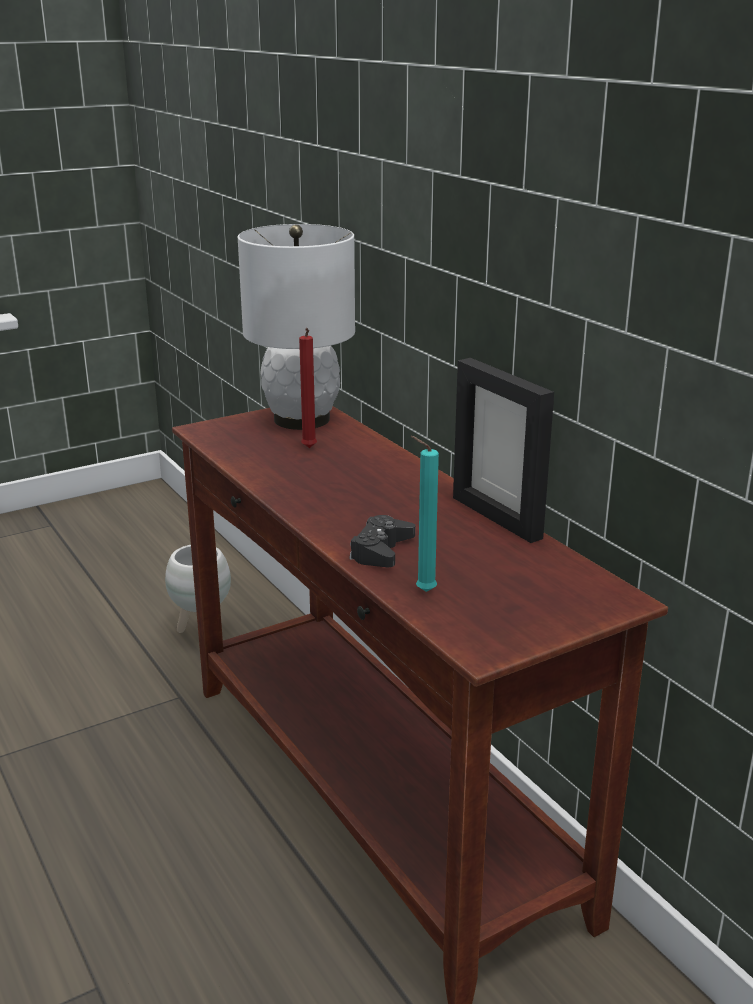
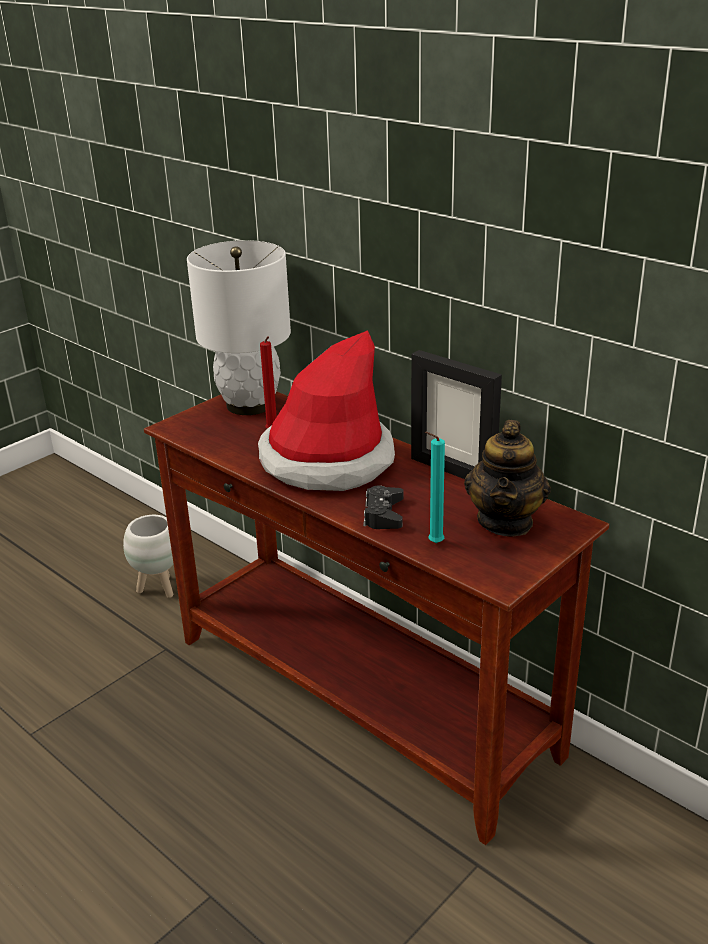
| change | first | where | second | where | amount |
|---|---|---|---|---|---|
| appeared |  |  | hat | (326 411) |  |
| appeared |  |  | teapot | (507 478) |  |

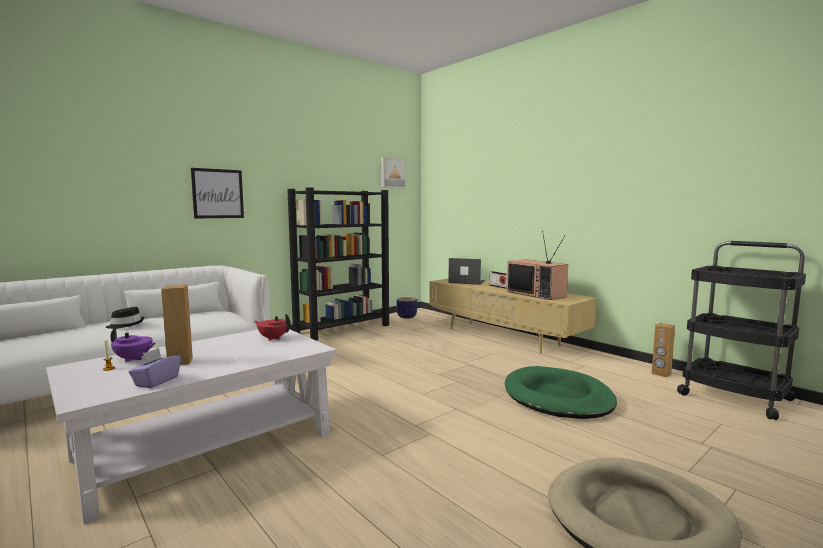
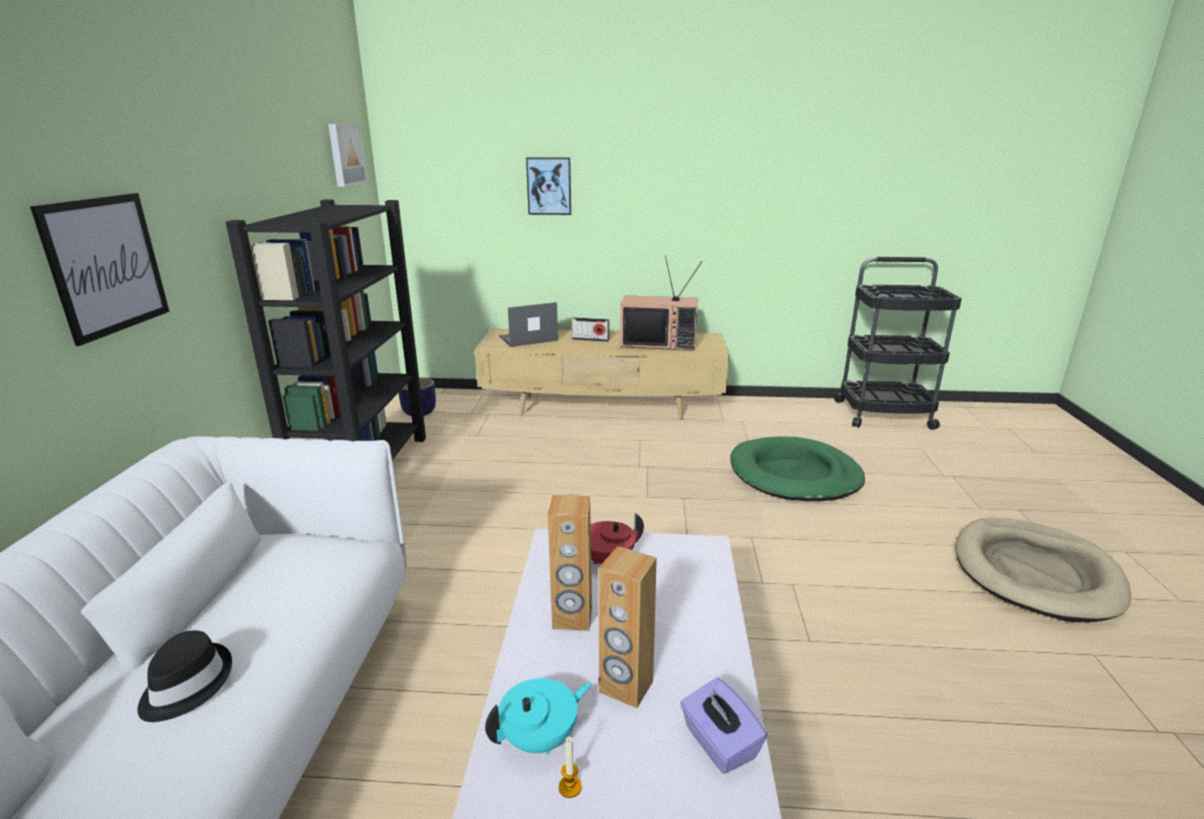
| change | first | where | second | where | amount |
|---|---|---|---|---|---|
| colour | purple teapot | (133 345) | turquoise teapot | (538 716) |  |
| appeared |  |  | picture | (548 186) |  |
| relocated | brown speaker | (663 350) |  | (570 563) |  |

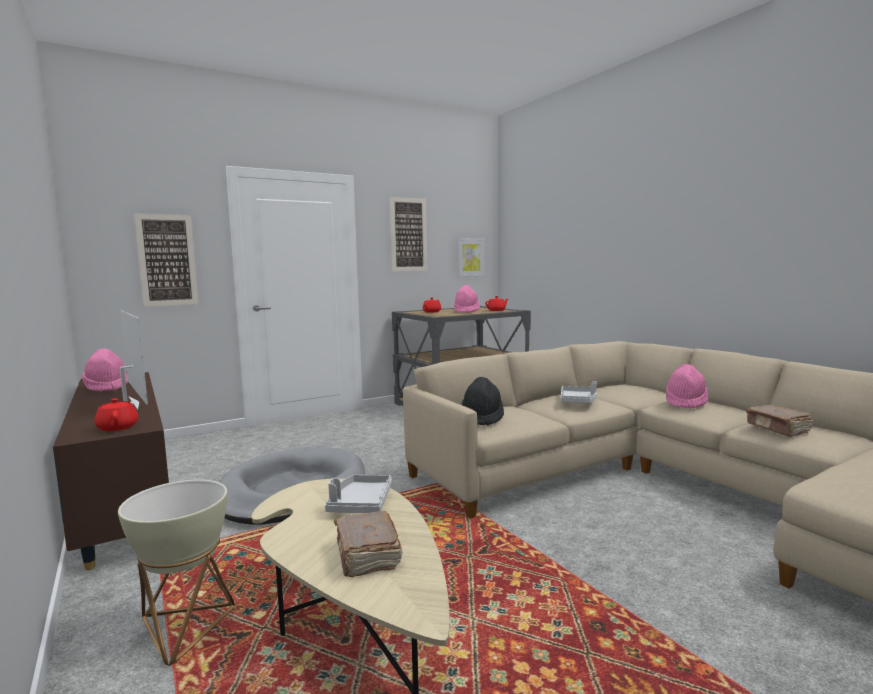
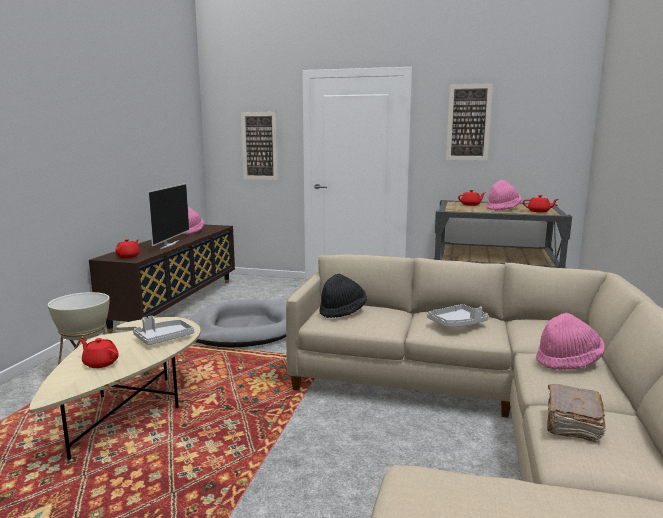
| change | first | where | second | where | amount |
|---|---|---|---|---|---|
| exchanged | brown book | (368 544) | red teapot | (99 353) |  |
| missing | picture | (471 257) |  |  |  |

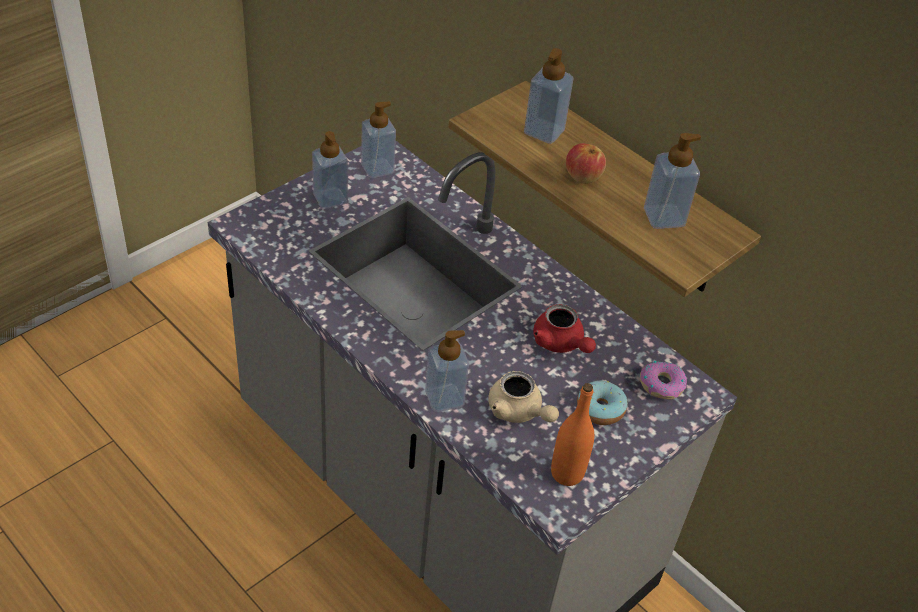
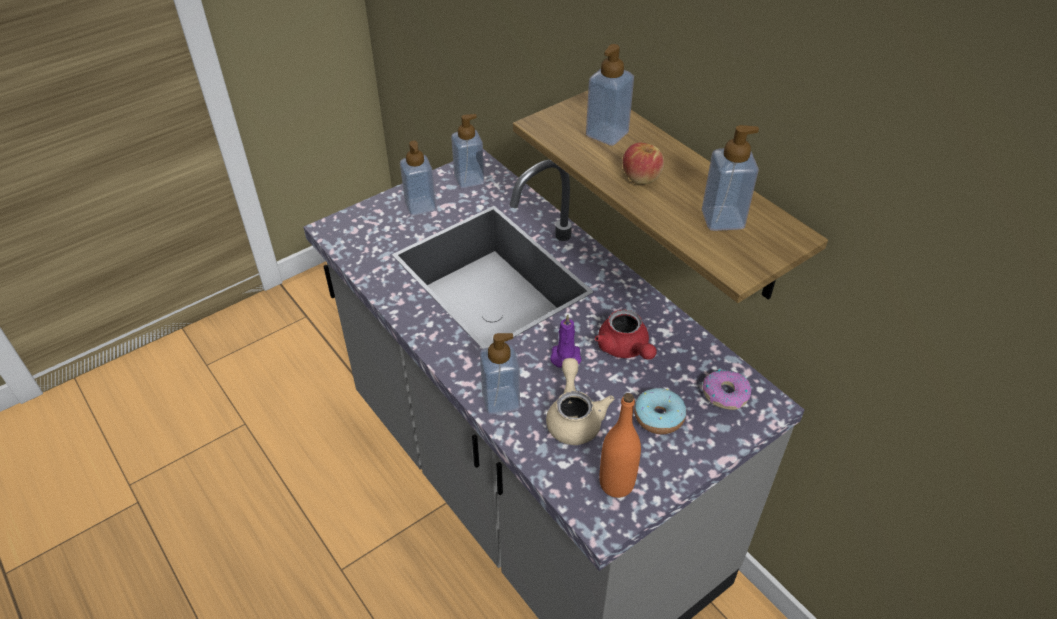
| change | first | where | second | where | amount |
|---|---|---|---|---|---|
| spun | beige teapot | (523 397) |  | (580 401) | 150 degrees counterclockwise |
| appeared |  |  | purple candle | (565 340) |  |

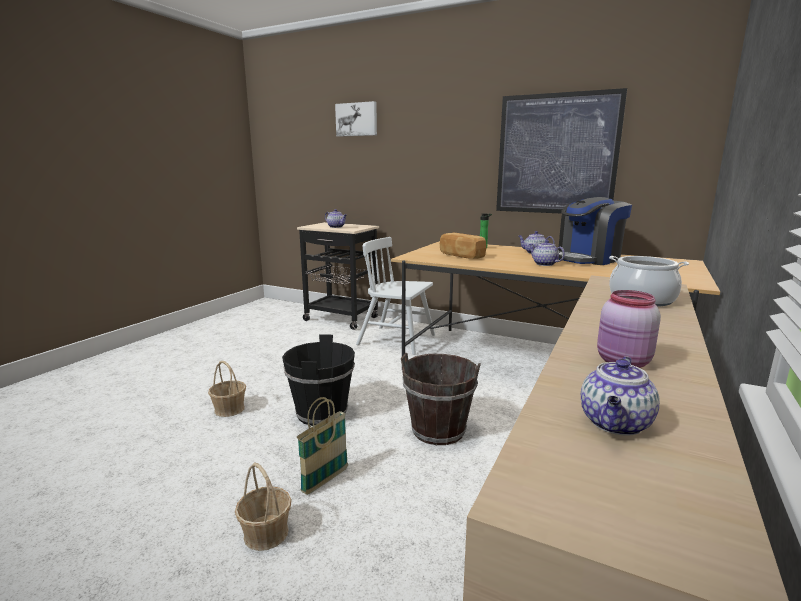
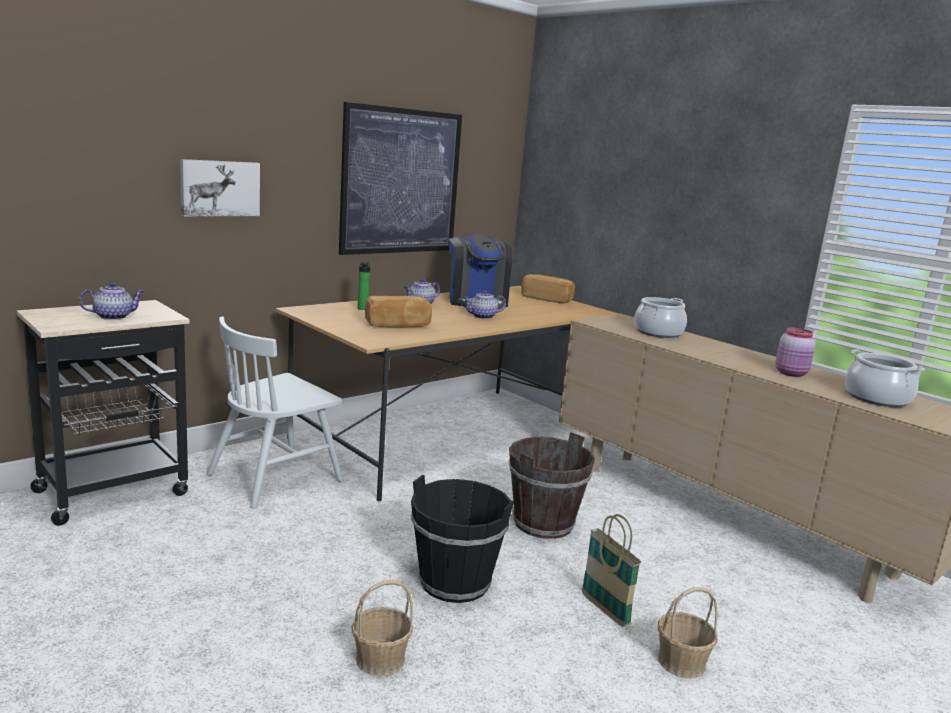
| change | first | where | second | where | amount |
|---|---|---|---|---|---|
| relocated | picture | (356 119) |  | (220 188) |  |
| appeared |  |  | bread | (548 289) |  |
| exchanged | teapot | (620 396) | cooking pot | (885 378) |  |

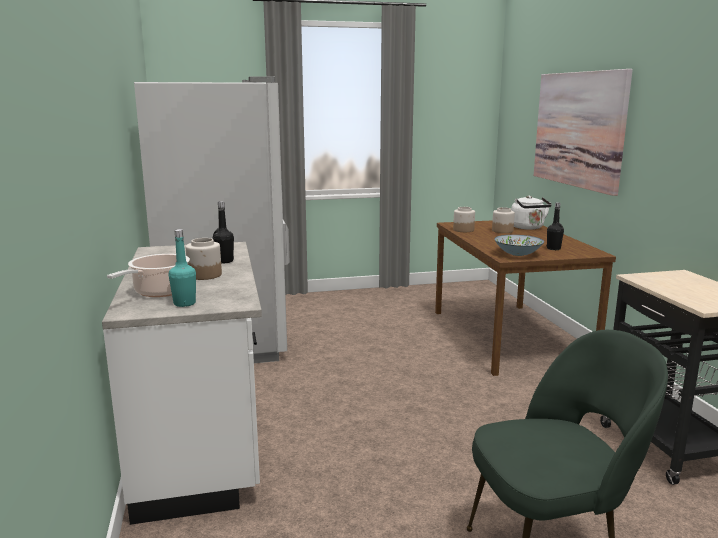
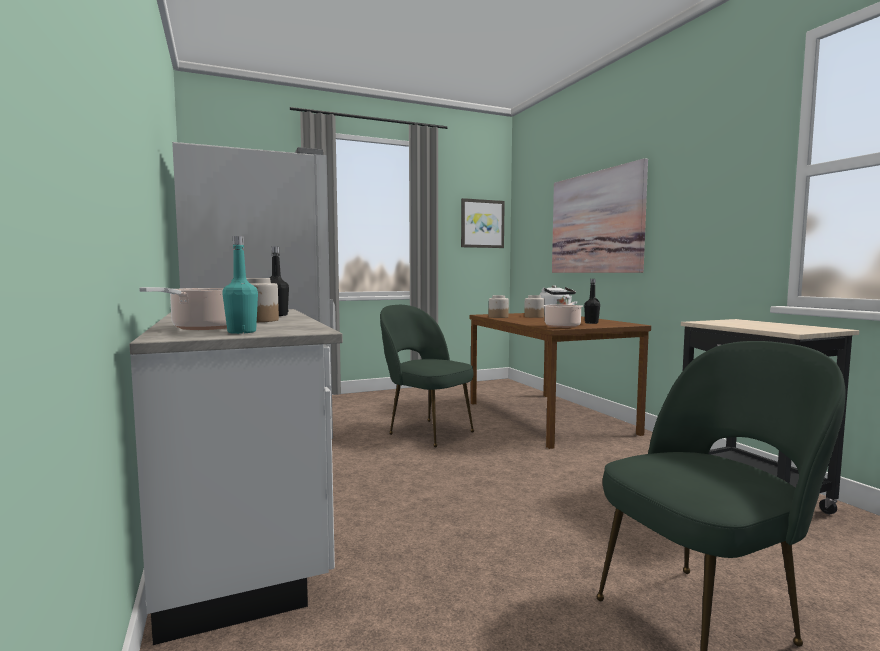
| change | first | where | second | where | amount |
|---|---|---|---|---|---|
| appeared |  |  | green chair | (427 376) |  |
| appeared |  |  | picture | (483 223) |  |
| exchanged | bowl | (519 245) | cooking pot | (563 315) |  |

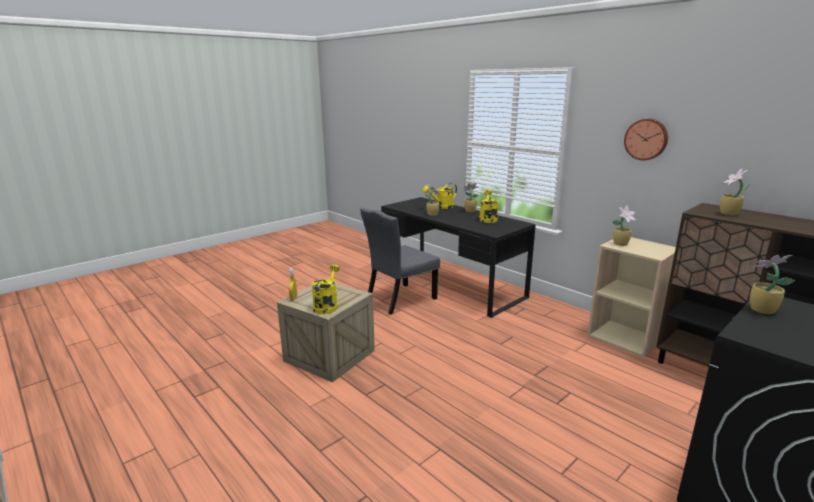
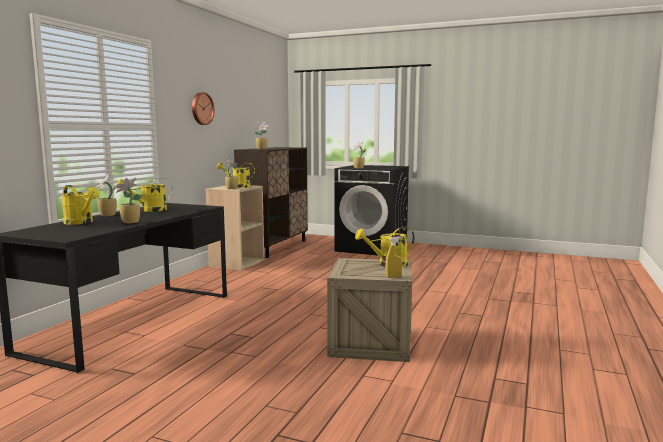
| change | first | where | second | where | amount |
|---|---|---|---|---|---|
| appeared |  |  | yellow watering can | (236 175) |  |
| missing | grey chair | (400 261) |  |  |  |

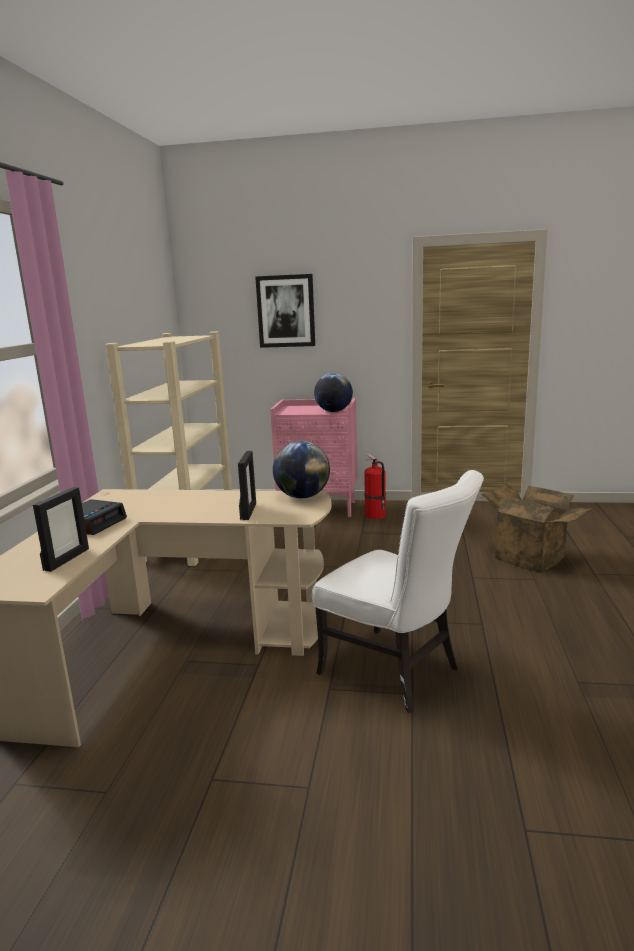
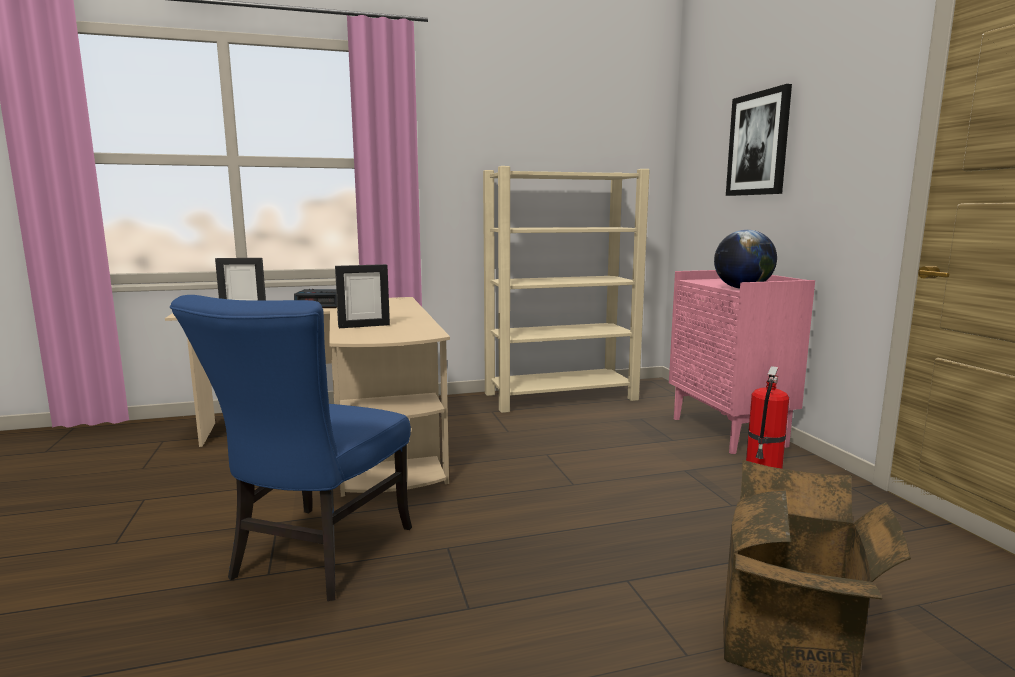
| change | first | where | second | where | amount |
|---|---|---|---|---|---|
| colour | white chair | (398 591) | blue chair | (291 448) |  |
| missing | globe | (301 469) |  |  |  |

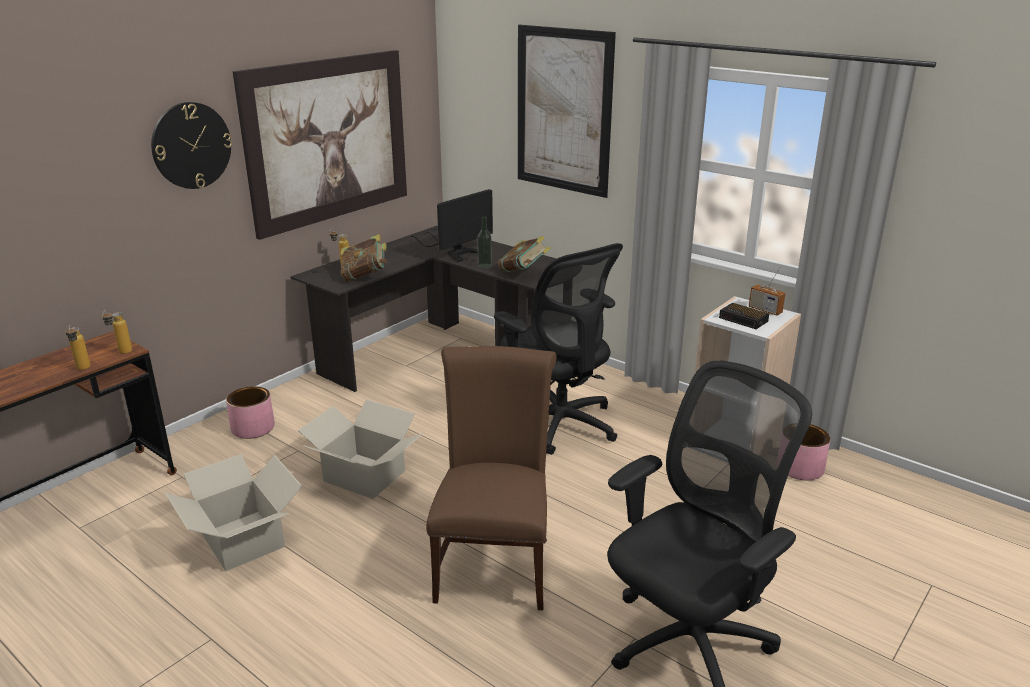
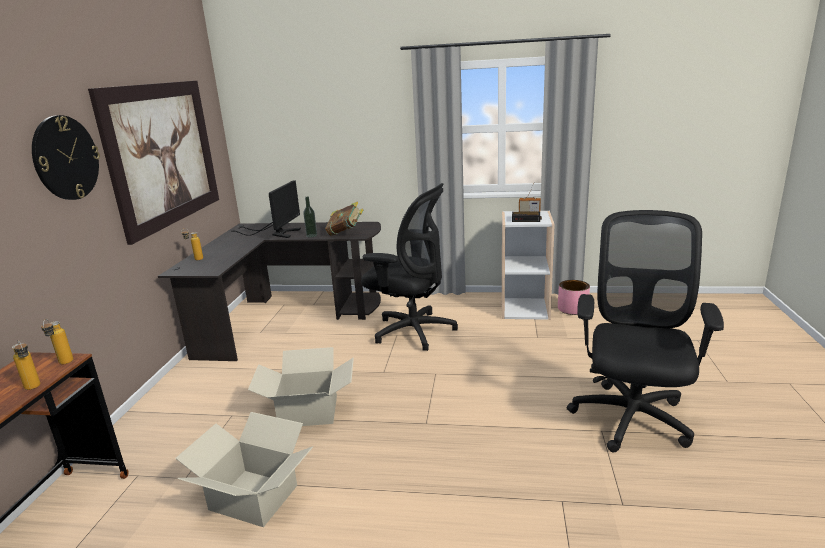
| change | first | where | second | where | amount |
|---|---|---|---|---|---|
| missing | pink planter | (250 412) |  |  |  |
| missing | book | (364 258) |  |  |  |
| missing | brown chair | (491 478) |  |  |  |
| missing | picture | (567 111) |  |  |  |

